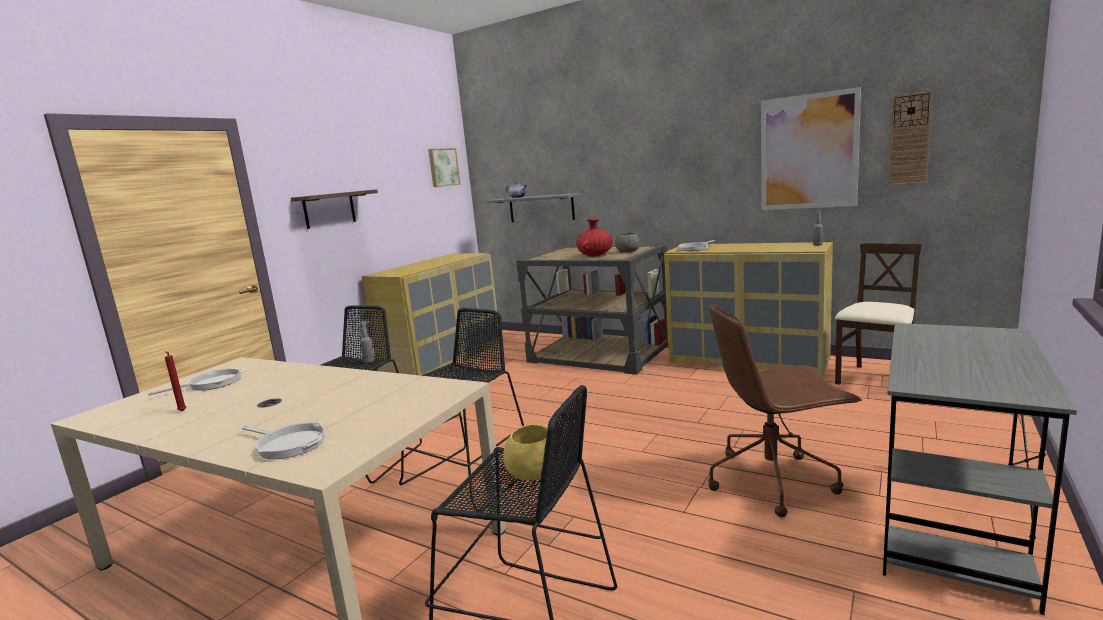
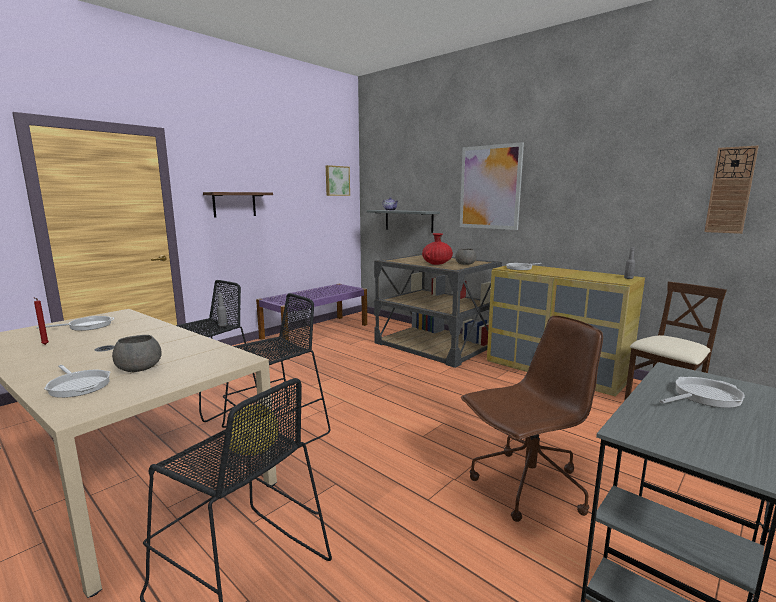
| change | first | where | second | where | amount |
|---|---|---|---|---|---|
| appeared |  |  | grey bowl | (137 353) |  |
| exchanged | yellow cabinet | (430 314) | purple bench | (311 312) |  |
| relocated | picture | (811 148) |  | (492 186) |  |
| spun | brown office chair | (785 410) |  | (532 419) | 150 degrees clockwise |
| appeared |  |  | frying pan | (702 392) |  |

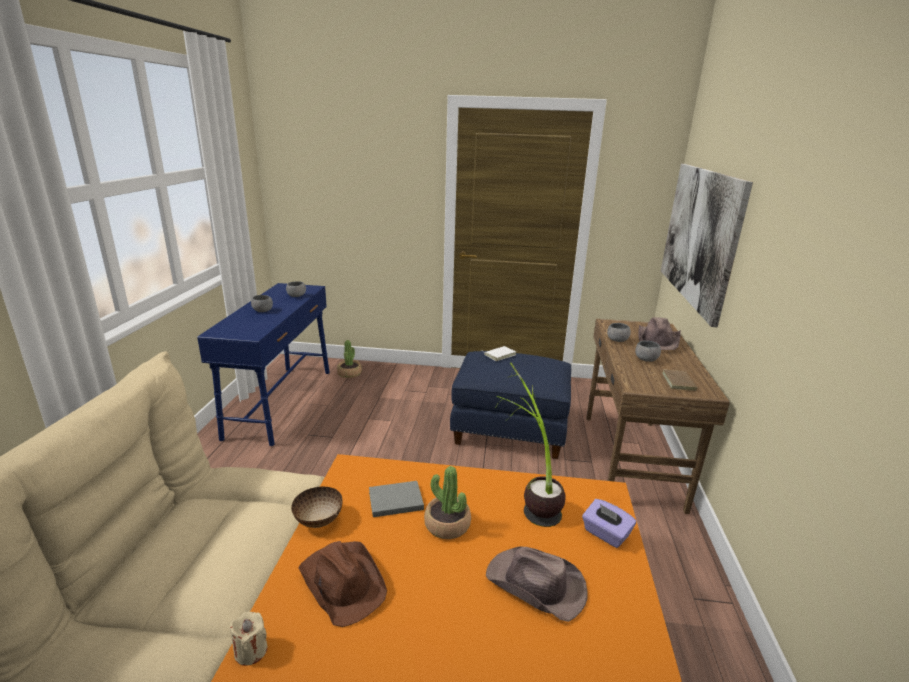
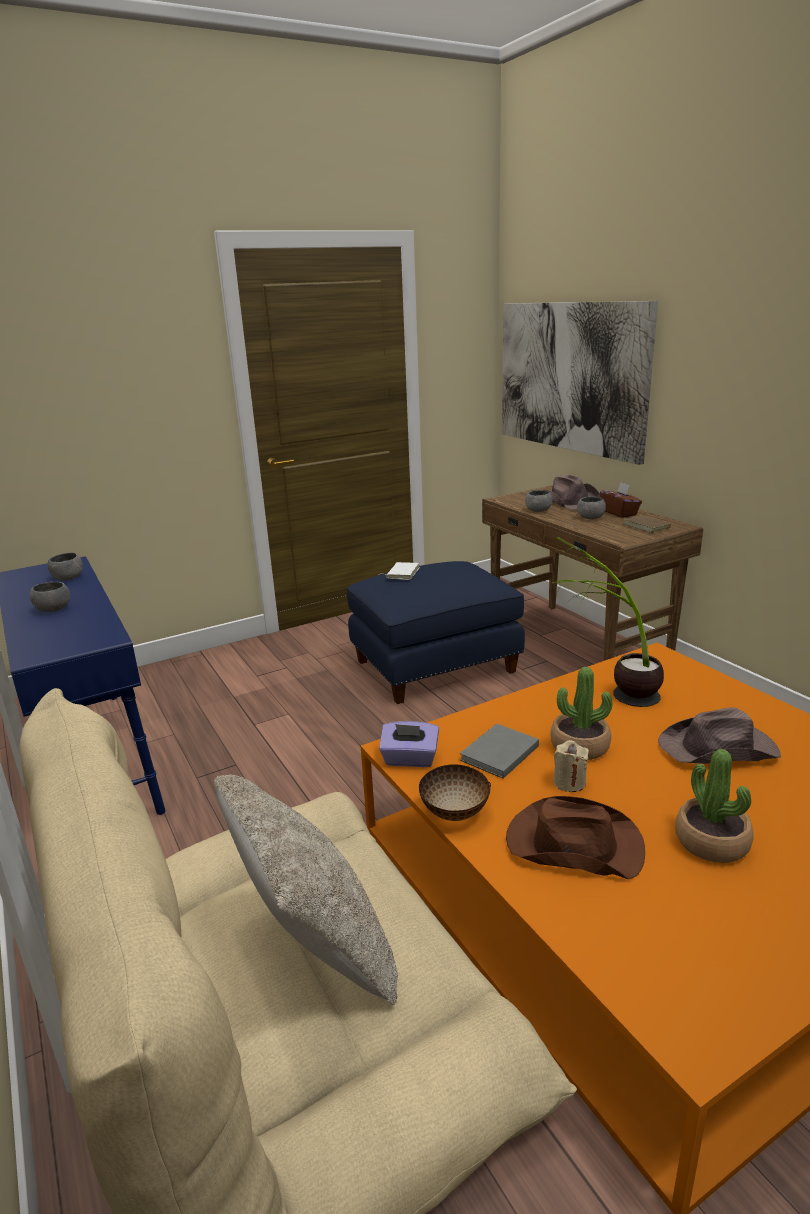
| change | first | where | second | where | amount |
|---|---|---|---|---|---|
| appeared |  |  | beige pillow | (306 889) |  |
| relocated | purple tissue box | (609 523) |  | (409 744) |  |
| relocated | beige candle | (248 638) |  | (571 766) |  |
| appeared |  |  | brown tissue box | (621 500) |  |
| relocated | potted plant | (349 359) |  | (714 806) |  |

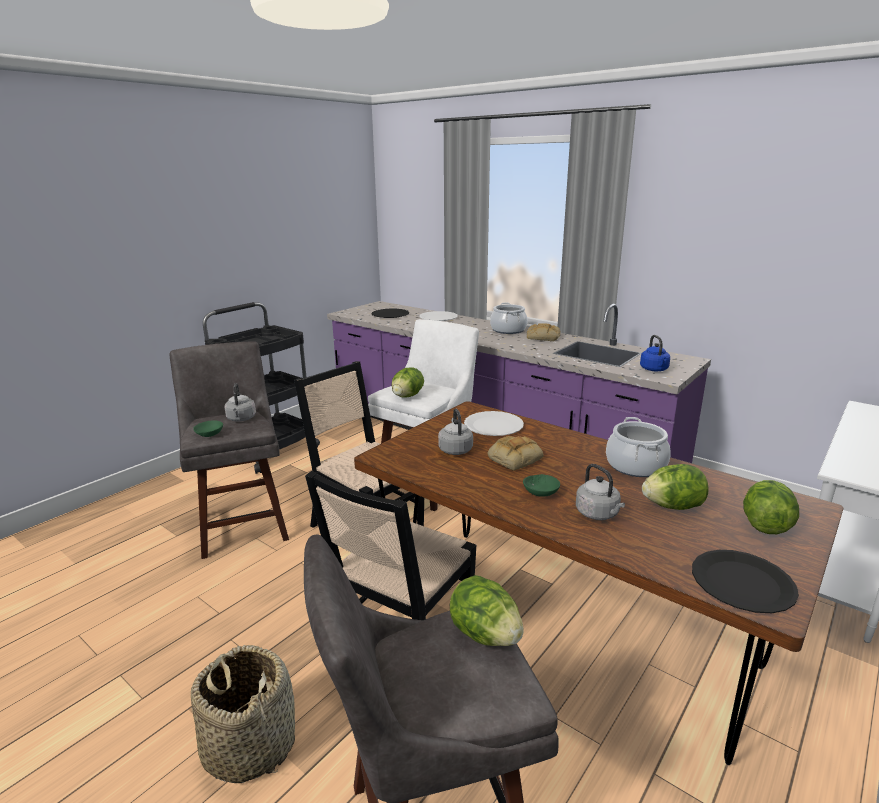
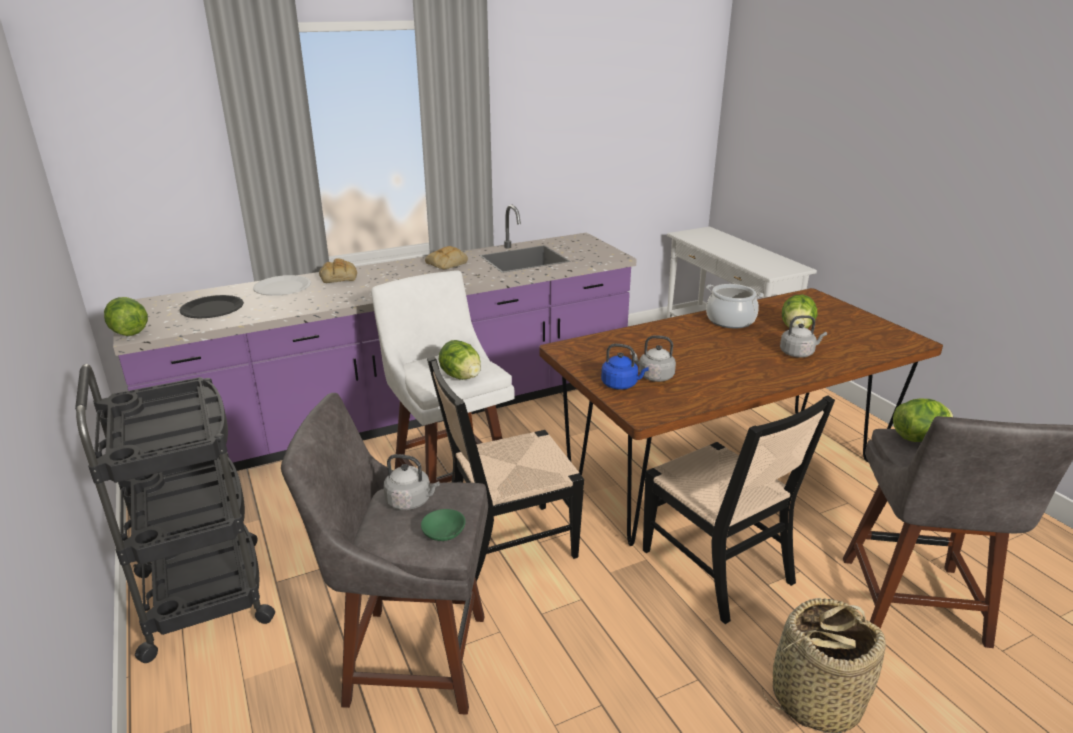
| change | first | where | second | where | amount |
|---|---|---|---|---|---|
| relocated | lettuce | (771 507) |  | (126 316) |  |
| relocated | bread | (515 453) |  | (338 271) |  |
| relocated | blue kettle | (655 353) |  | (625 367) |  |
| missing | white plate | (494 423) |  |  |  |
| missing | cooking pot | (509 318) |  |  |  |
| missing | green bowl | (541 485) |  |  |  |
| missing | black plate | (745 581) |  |  |  |

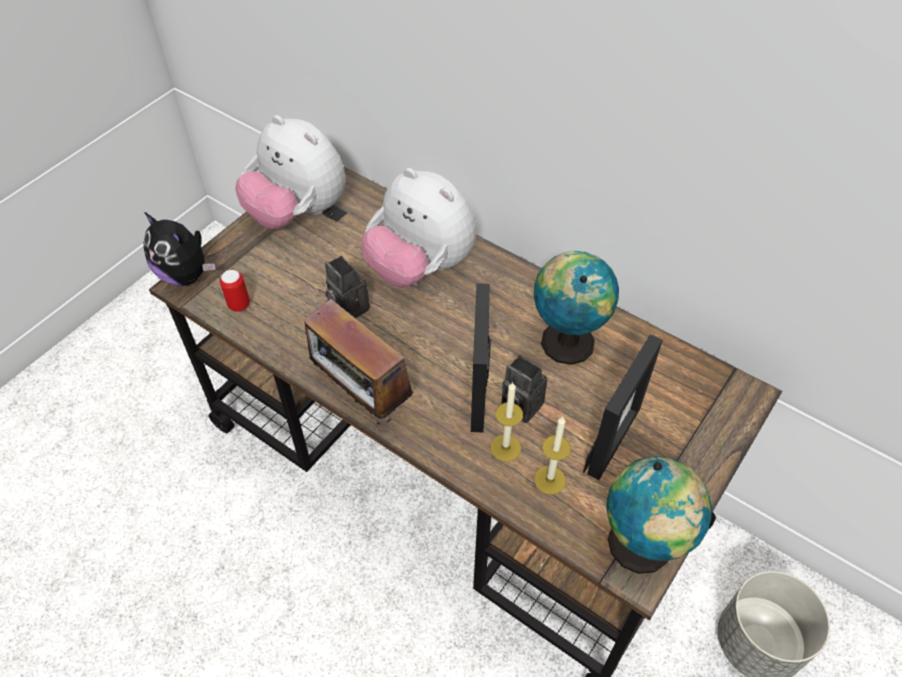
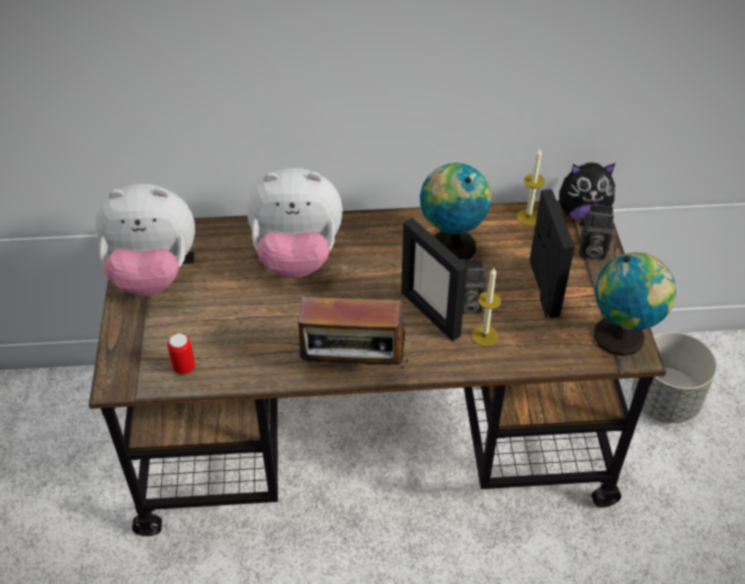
| change | first | where | second | where | amount |
|---|---|---|---|---|---|
| relocated | candle | (552 455) |  | (531 186) |  |
| relocated | plush toy | (179 249) |  | (587 192) |  |
| relocated | photo camera | (347 287) |  | (596 232) |  |

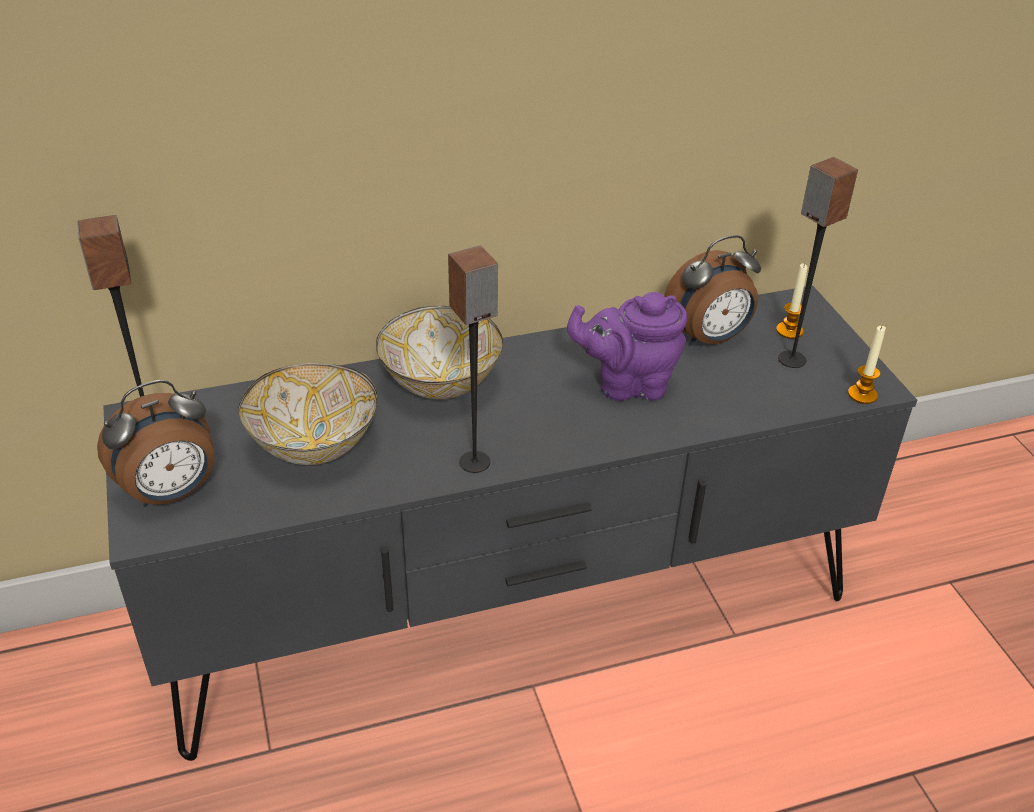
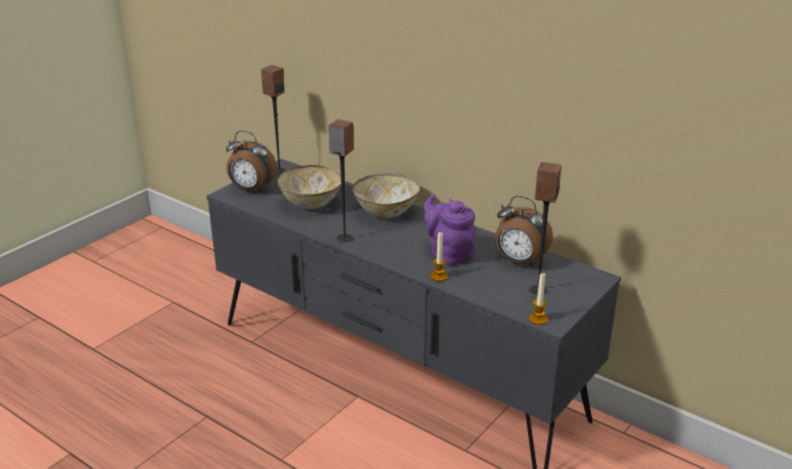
| change | first | where | second | where | amount |
|---|---|---|---|---|---|
| relocated | candle | (792 301) |  | (439 257) |  |

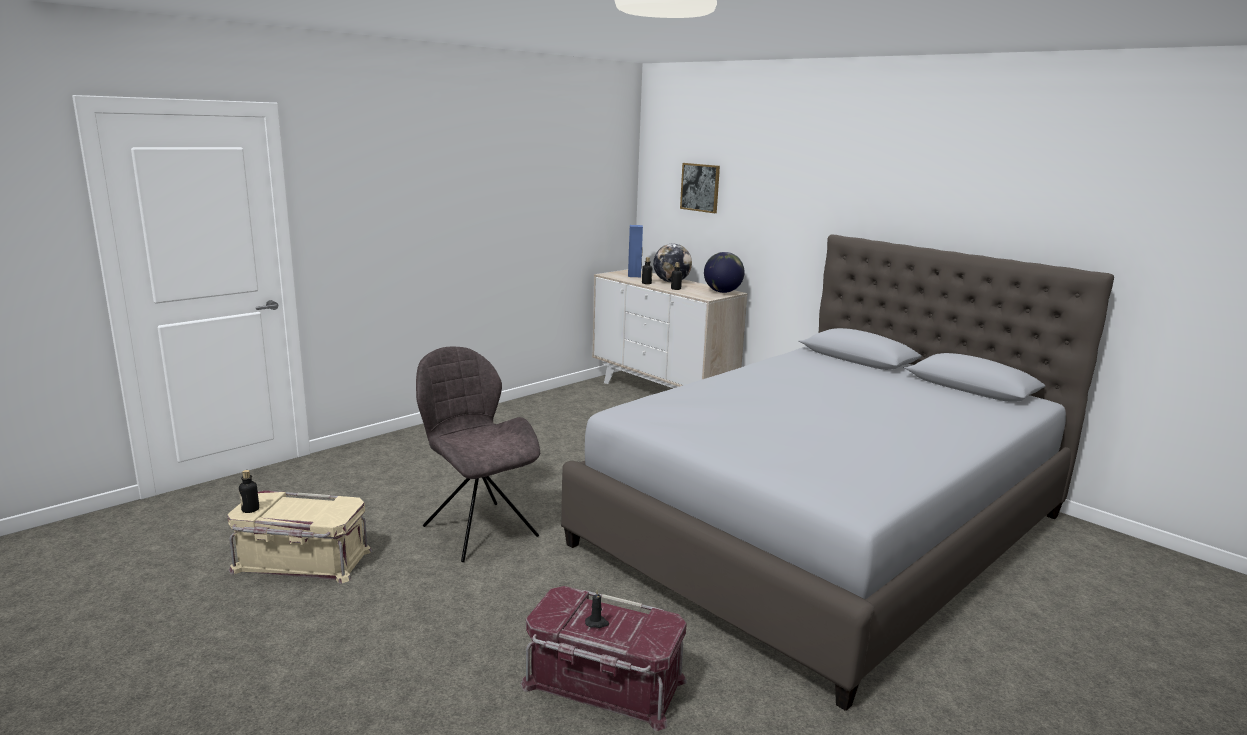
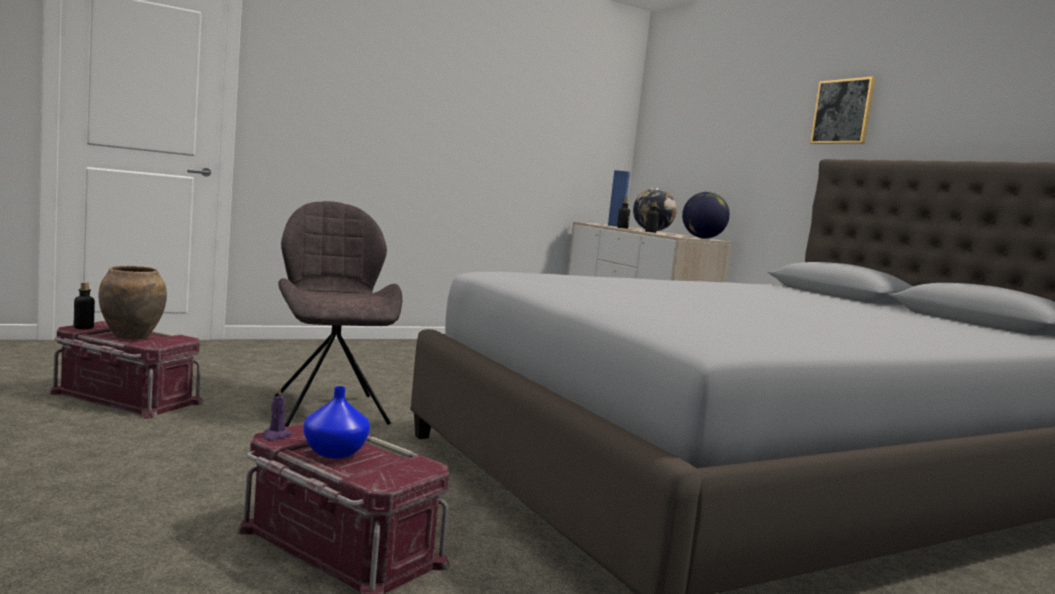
| change | first | where | second | where | amount |
|---|---|---|---|---|---|
| colour | beige storage box | (300 537) | red storage box | (125 370) |  |
| appeared |  |  | brown vase | (132 303) |  |
| appeared |  |  | purple candle | (277 414) |  |
| exchanged | black candle | (597 608) | blue vase | (336 422) |  |
| relocated | picture | (700 188) |  | (842 110) |  |

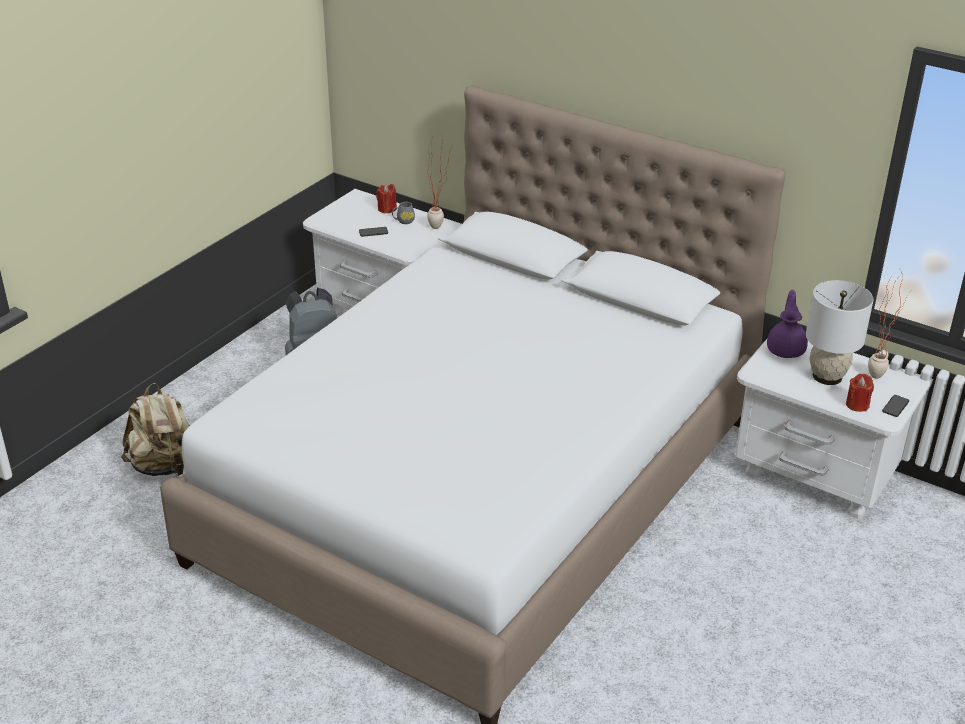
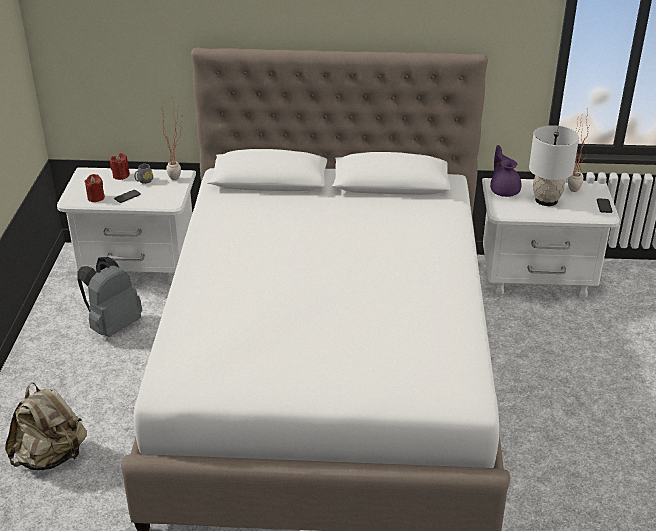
| change | first | where | second | where | amount |
|---|---|---|---|---|---|
| relocated | red candle | (860 393) |  | (94 188) |  |

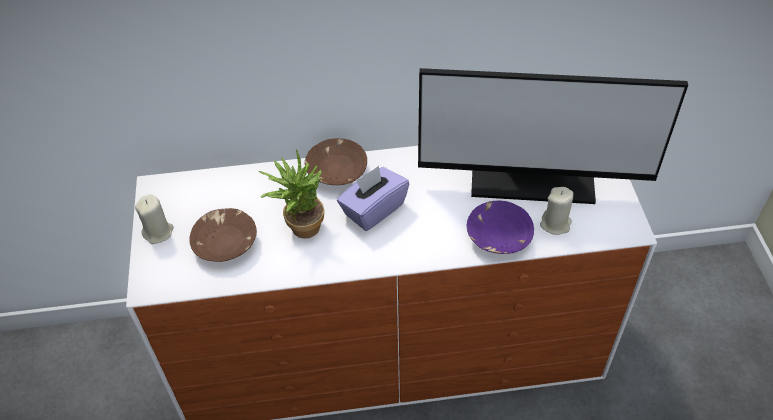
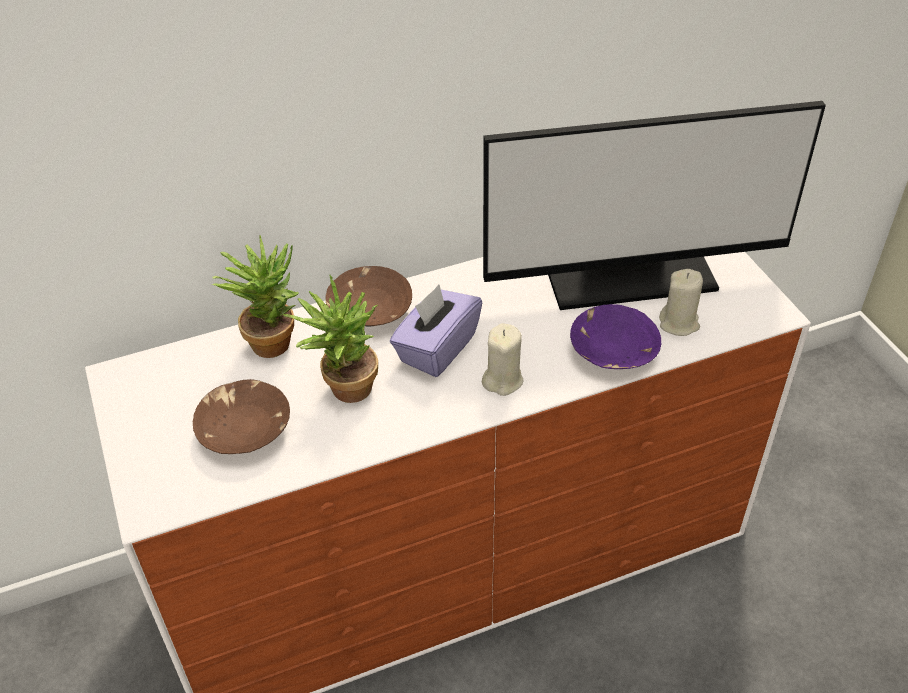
| change | first | where | second | where | amount |
|---|---|---|---|---|---|
| appeared |  |  | potted plant | (255 296) |  |
| relocated | beige candle | (154 219) |  | (503 359) |  |

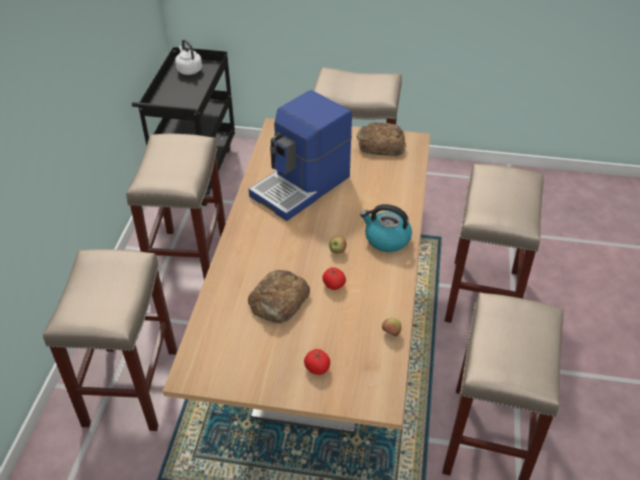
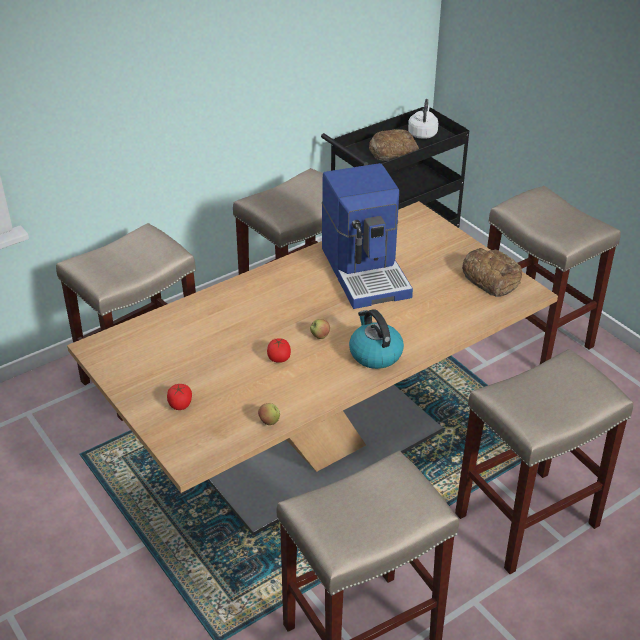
| change | first | where | second | where | amount |
|---|---|---|---|---|---|
| spun | coffee machine | (300 155) |  | (367 236) | 105 degrees counterclockwise |
| relocated | bread | (279 296) |  | (394 145) |  |

